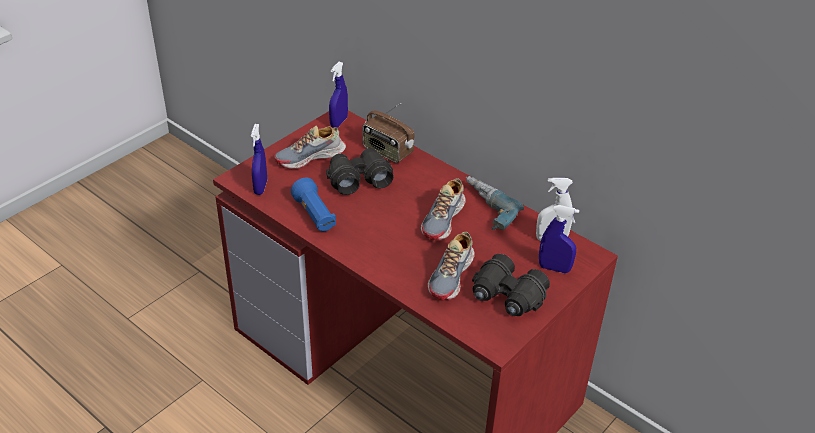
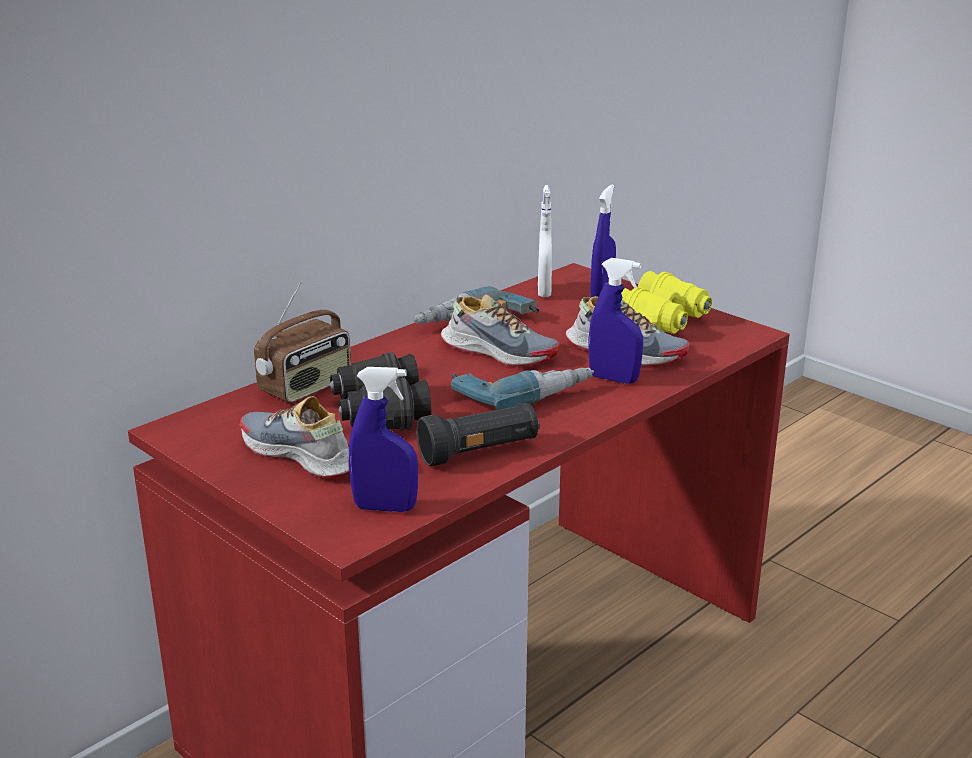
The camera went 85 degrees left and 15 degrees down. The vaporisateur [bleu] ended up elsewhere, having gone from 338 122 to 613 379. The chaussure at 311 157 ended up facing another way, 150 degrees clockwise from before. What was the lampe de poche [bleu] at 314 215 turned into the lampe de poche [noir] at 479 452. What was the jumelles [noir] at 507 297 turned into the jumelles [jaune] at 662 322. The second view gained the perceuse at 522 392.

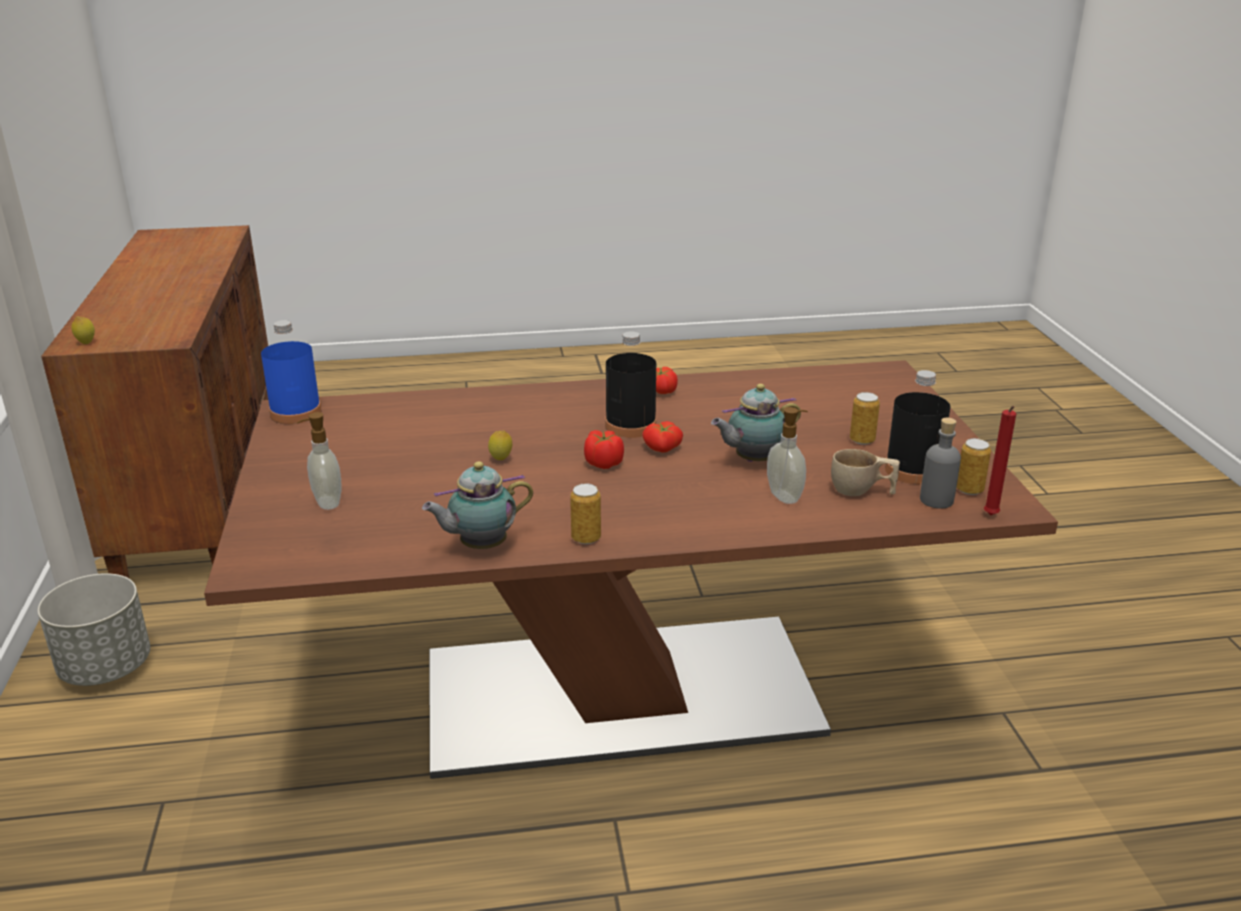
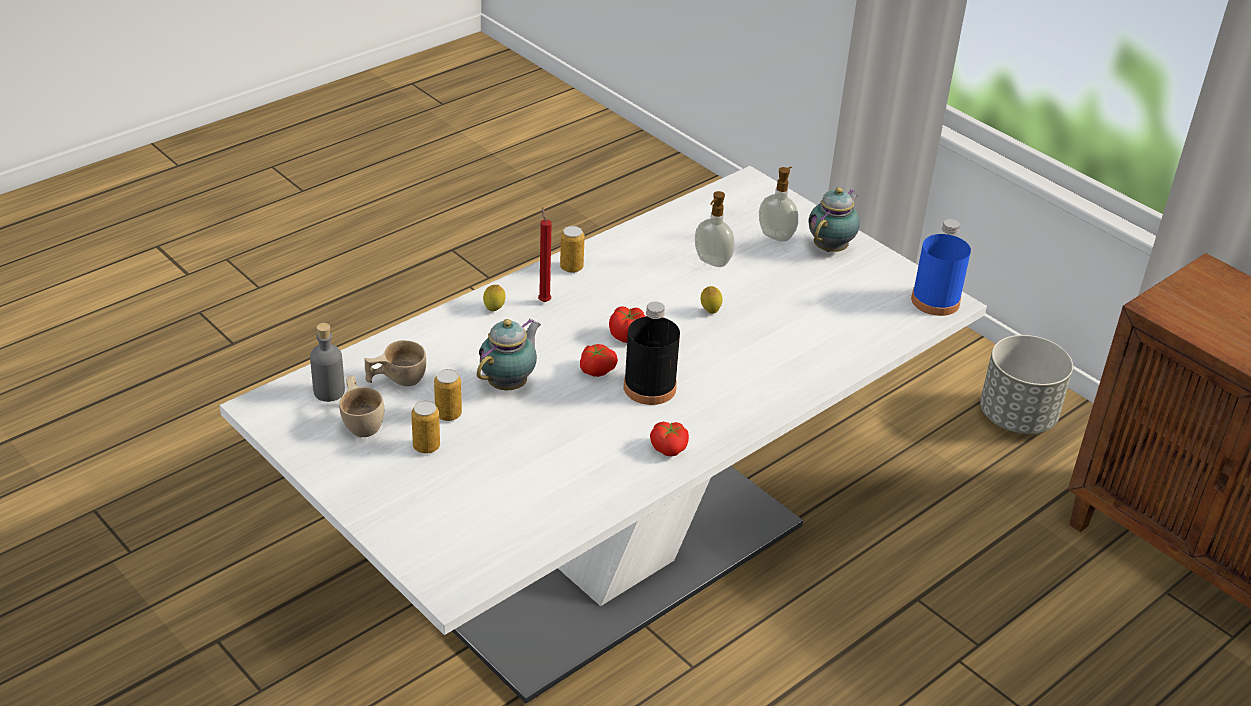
The camera went 145 degrees right and 10 degrees up. The citron ended up elsewhere, having gone from 86 343 to 494 310. What was the table à manger [marron] at 620 696 turned into the table à manger [blanc] at 613 560. Where the bouteille [noir] stood at 912 470, the tasse [beige] came to stand at 362 421. The bougie [rouge] ended up elsewhere, having gone from 990 516 to 544 300. The distributeur de savon ended up elsewhere, having gone from 785 496 to 711 262. The boîte métallique ended up elsewhere, having gone from 969 489 to 448 414. The théière ended up elsewhere, having gone from 480 546 to 831 247.

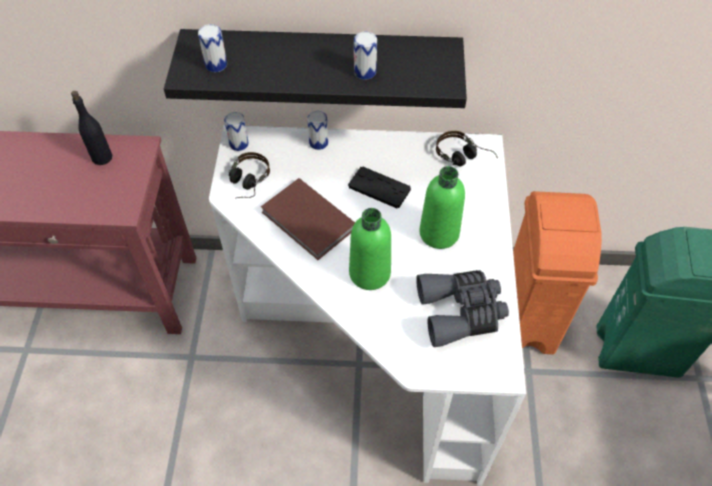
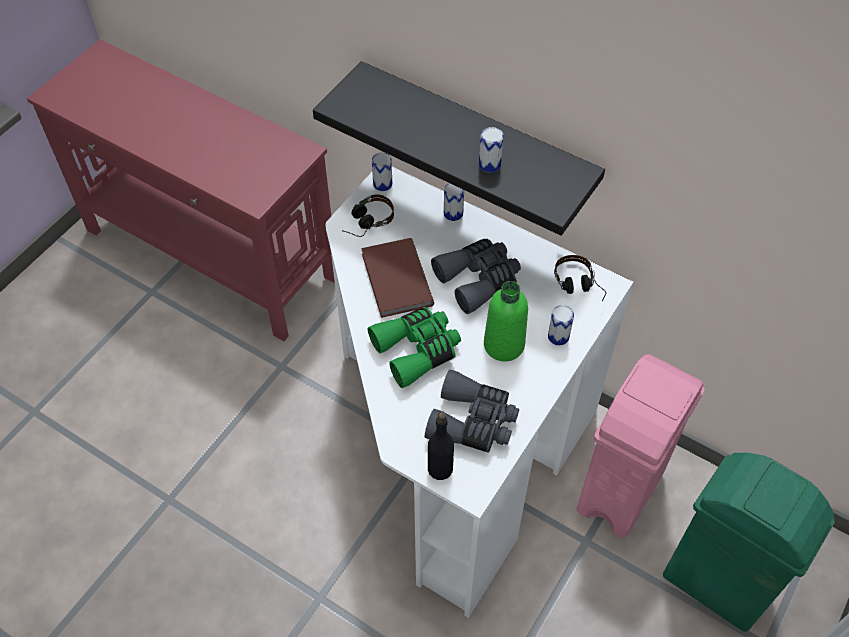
The camera went 30 degrees right and 0 degrees up. The boîte métallique ended up elsewhere, having gone from 216 64 to 558 336. The bouteille [noir] ended up elsewhere, having gone from 102 157 to 440 468. Where the manette [noir] stood at 379 188, the jumelles [gris] came to stand at 478 279. What was the poubelle [orange] at 527 318 turned into the poubelle [rose] at 621 491. Where the bouteille [vert] stood at 369 273, the jumelles [vert] came to stand at 417 350.

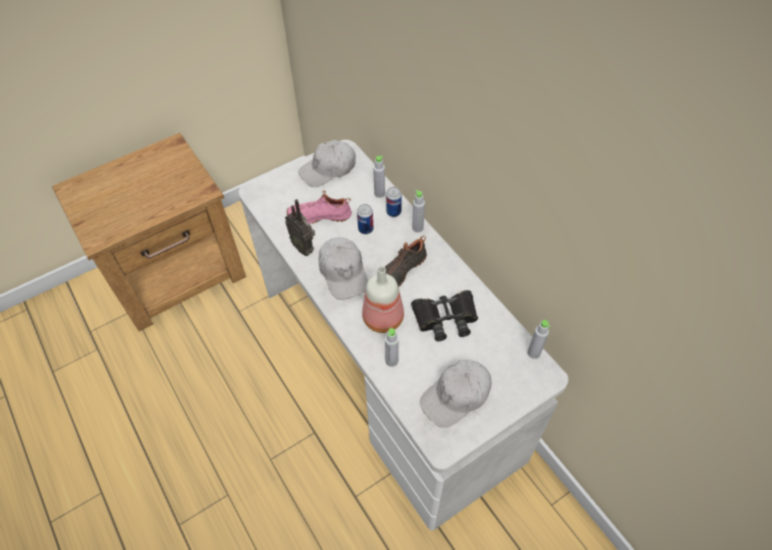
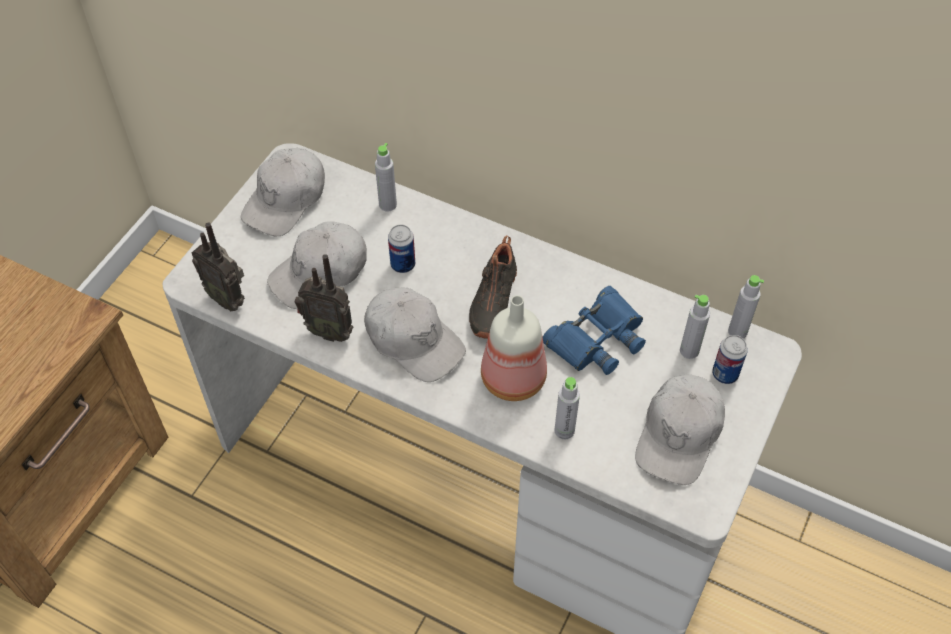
The camera went 30 degrees left and 0 degrees up. The boîte métallique ended up elsewhere, having gone from 393 212 to 725 374. Where the chaussure [rose] stood at 319 215, the casquette [blanc] came to stand at 320 273. The bouteille [gris] ended up elsewhere, having gone from 417 228 to 689 351. What was the jumelles [noir] at 445 318 turned into the jumelles [bleu] at 597 338. The second view gained the radio at 228 298.

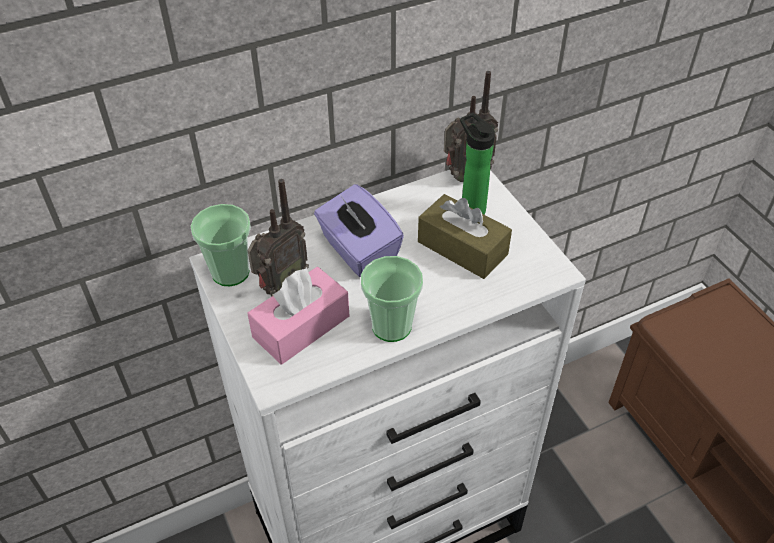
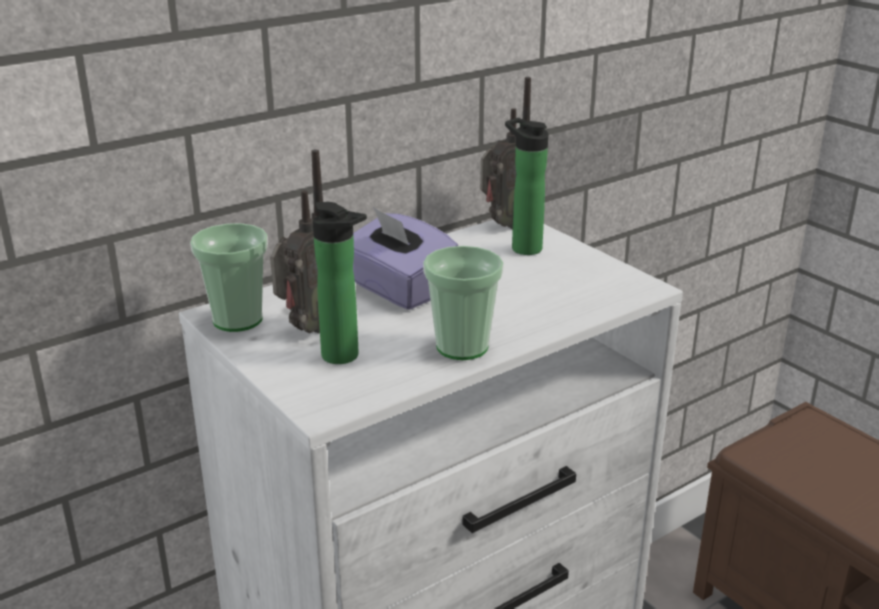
The camera went 10 degrees left and 20 degrees down. The second view lost the boîte à mouchoirs [marron] at 462 248. Where the boîte à mouchoirs [rose] stood at 301 326, the bouteille came to stand at 344 357.

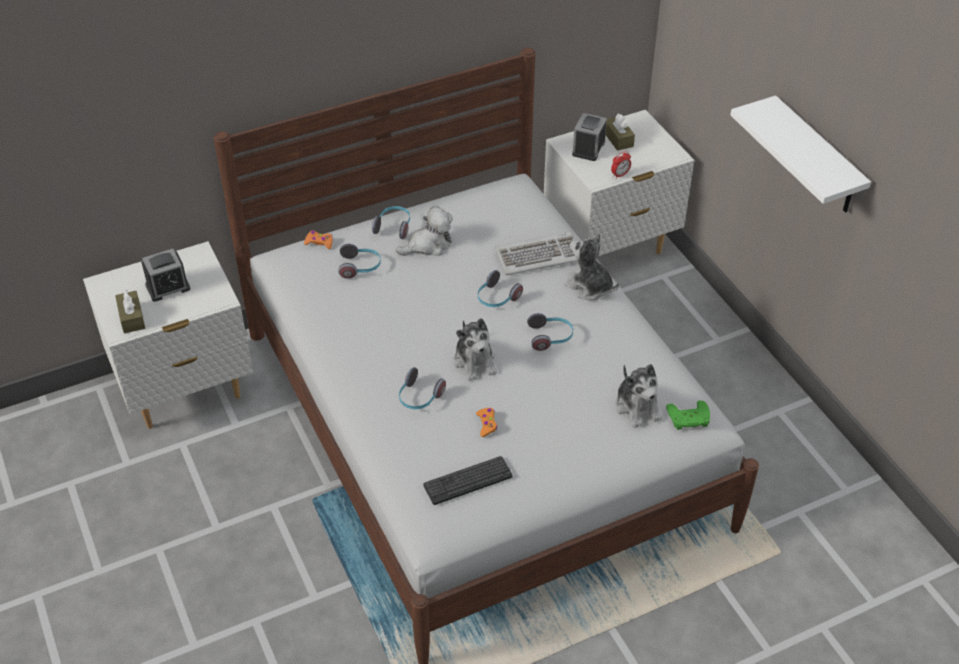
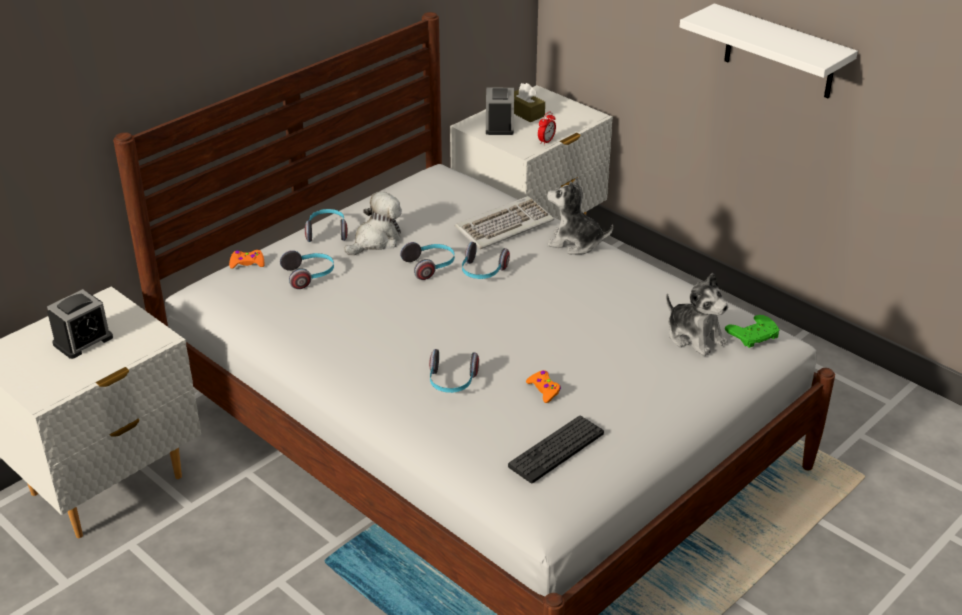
The camera went 20 degrees left and 10 degrees down. The second view lost the boîte à mouchoirs [marron] at 131 318. The casque audio ended up elsewhere, having gone from 550 337 to 430 266. The second view lost the peluche at 475 361.

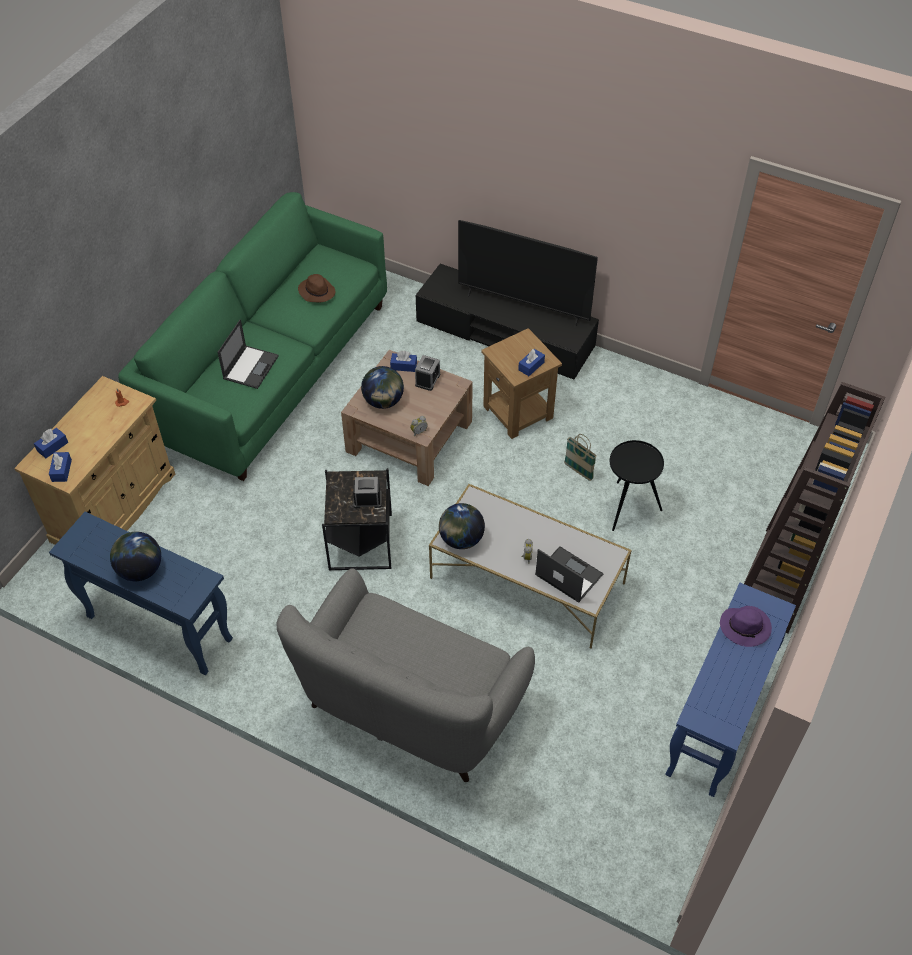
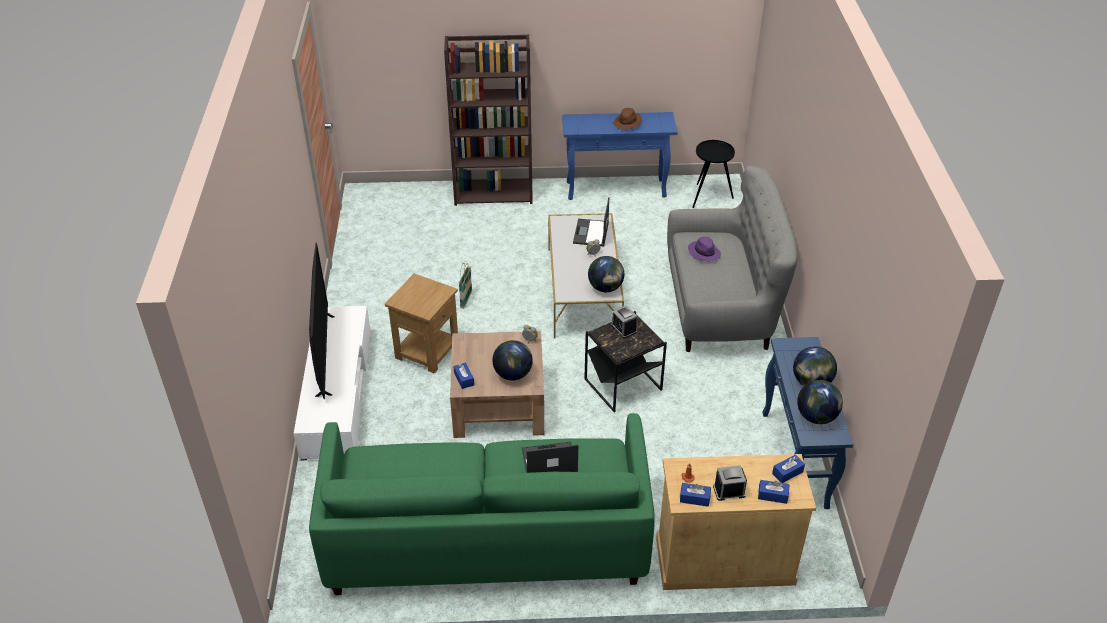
The camera went 120 degrees left and 10 degrees down. What was the meuble télé [noir] at 505 335 turned into the meuble télé [blanc] at 337 393. The chapeau [marron] ended up elsewhere, having gone from 316 292 to 627 123. The boîte à mouchoirs [bleu] ended up elsewhere, having gone from 531 366 to 694 498. The réveil ended up elsewhere, having gone from 427 380 to 729 491. The table d'appoint [noir] ended up elsewhere, having gone from 627 508 to 709 197. The chapeau [violet] ended up elsewhere, having gone from 745 627 to 703 252. The second view gained the globe at 816 416.

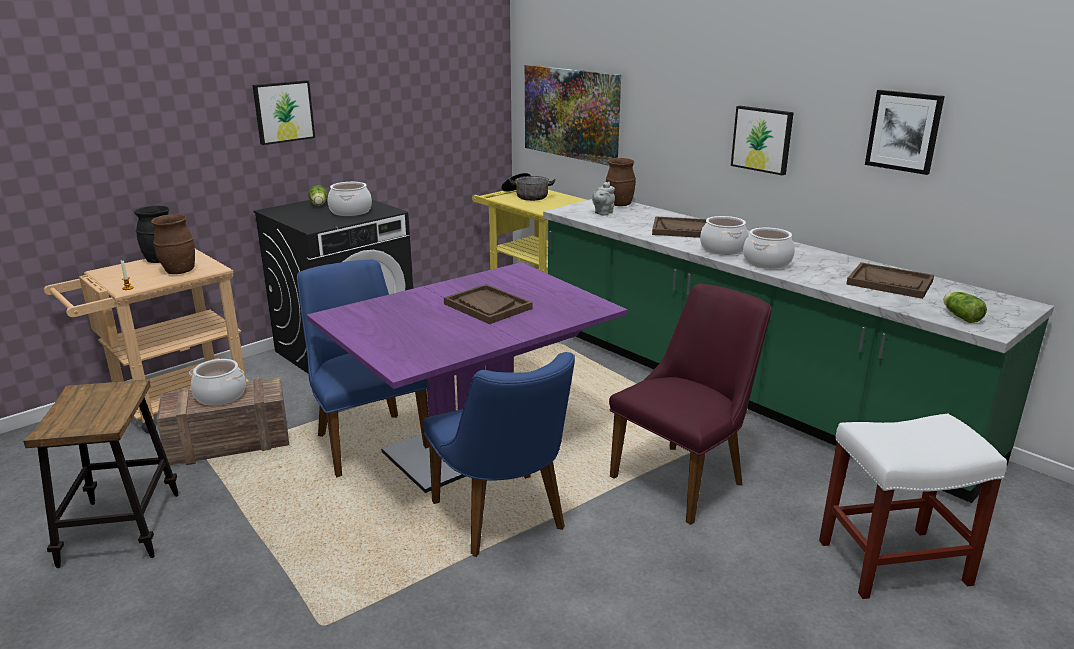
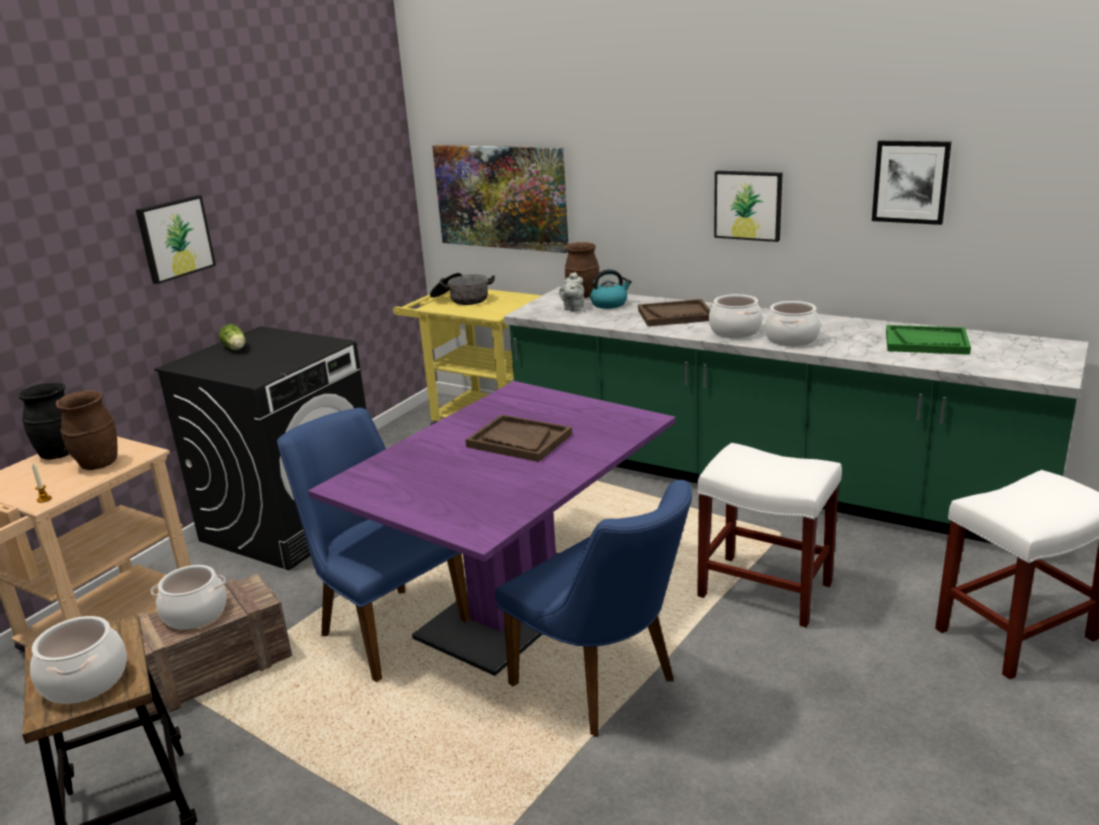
The camera went 15 degrees left and 0 degrees up. The marmite ended up elsewhere, having gone from 350 211 to 84 680. What was the plateau [marron] at 890 283 turned into the plateau [vert] at 926 342. Where the chaise [violet] stood at 686 477, the tabouret [blanc] came to stand at 767 590. The second view lost the laitue at 960 316. The second view gained the bouilloire at 609 304.

